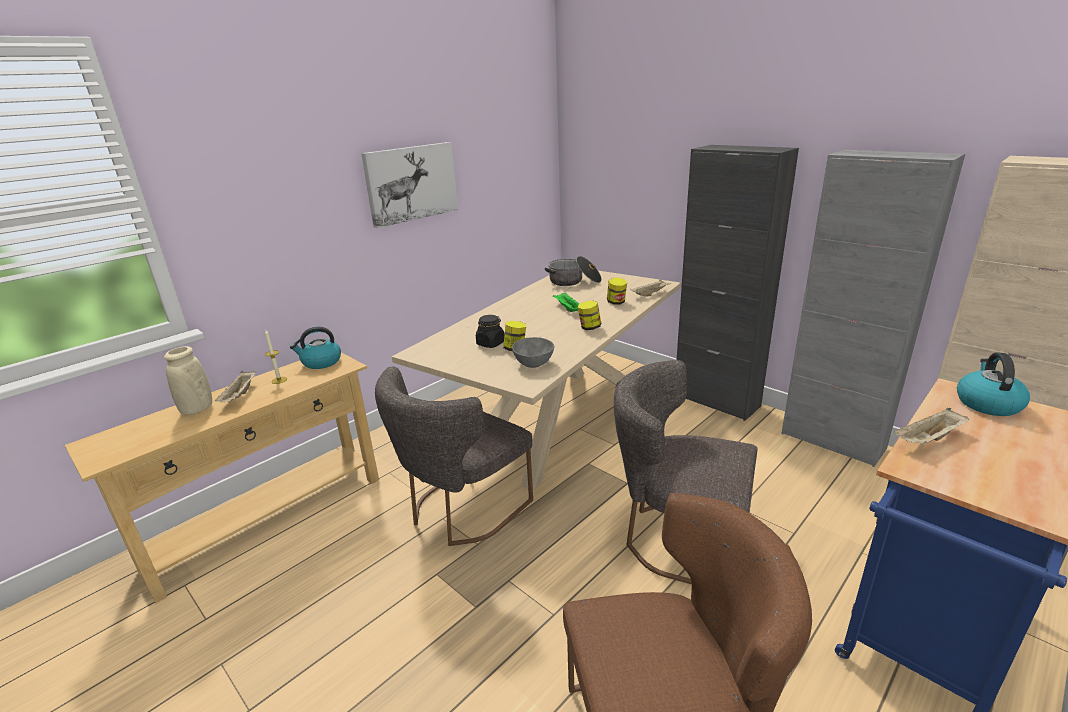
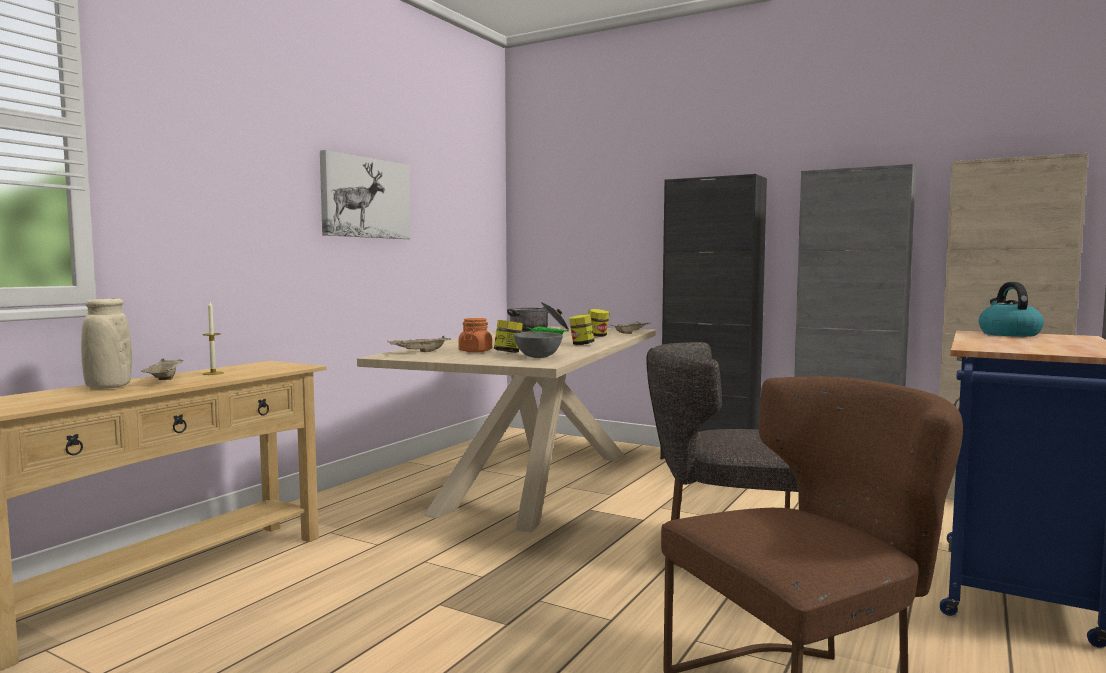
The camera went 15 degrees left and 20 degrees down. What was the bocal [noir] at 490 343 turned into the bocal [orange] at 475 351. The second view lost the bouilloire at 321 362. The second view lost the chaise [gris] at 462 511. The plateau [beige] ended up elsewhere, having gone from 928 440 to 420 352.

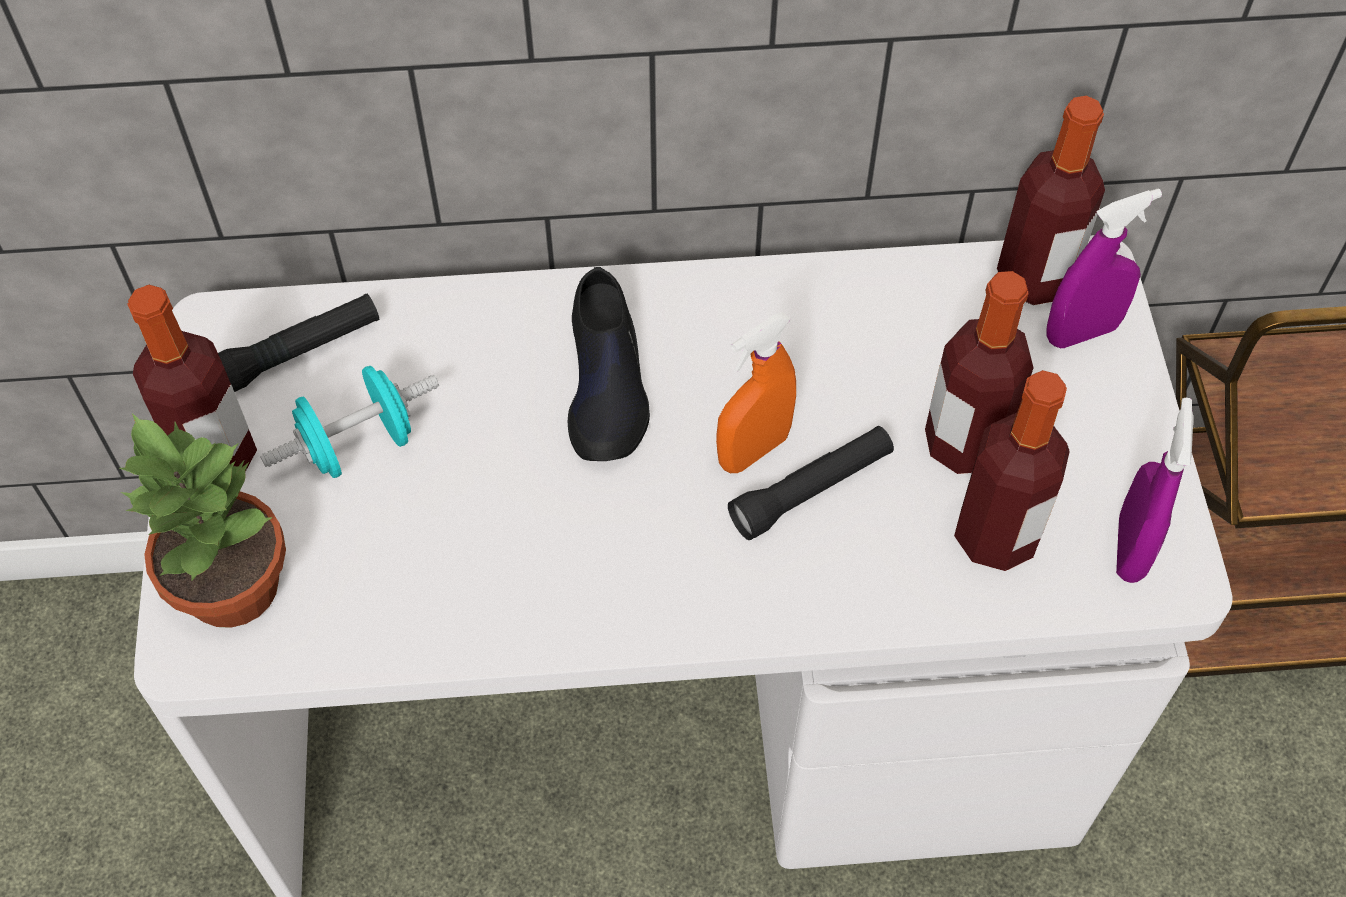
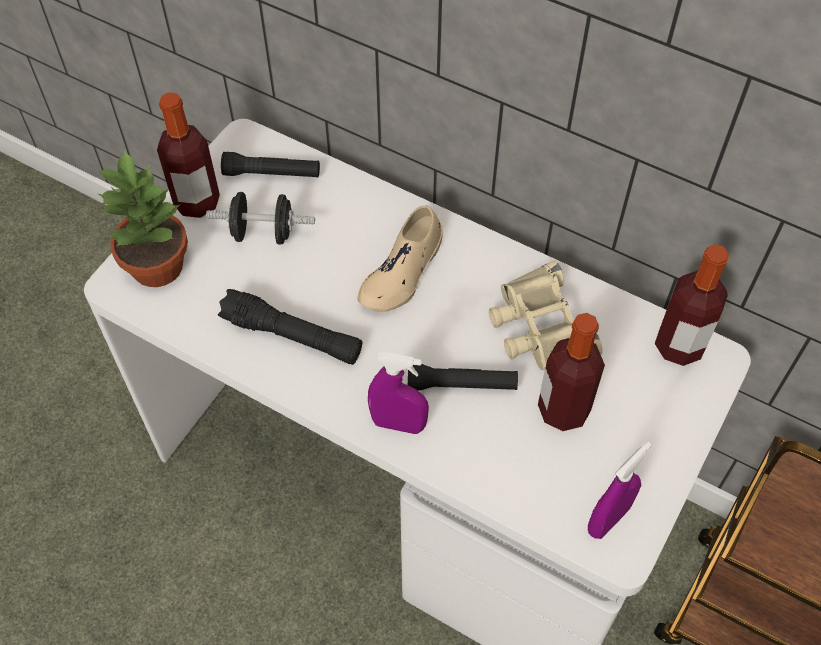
The camera went 35 degrees right and 0 degrees up. The vaporisateur [violet] ended up elsewhere, having gone from 1081 332 to 398 424. What was the chaussure [noir] at 606 385 turned into the chaussure [beige] at 402 272. The second view lost the vaporisateur [orange] at 753 450. What was the haltère [turquoise] at 358 445 turned into the haltère [noir] at 263 233. The second view lost the bouteille at 995 536. The second view gained the jumelles [beige] at 539 326. The second view gained the lampe de poche [noir] at 292 336.

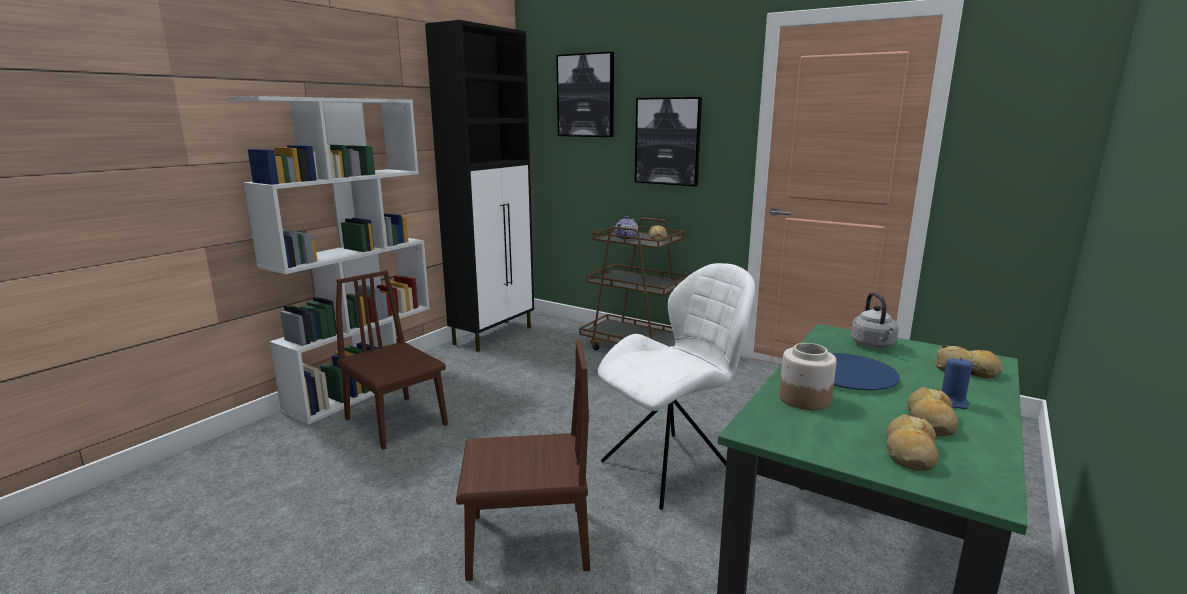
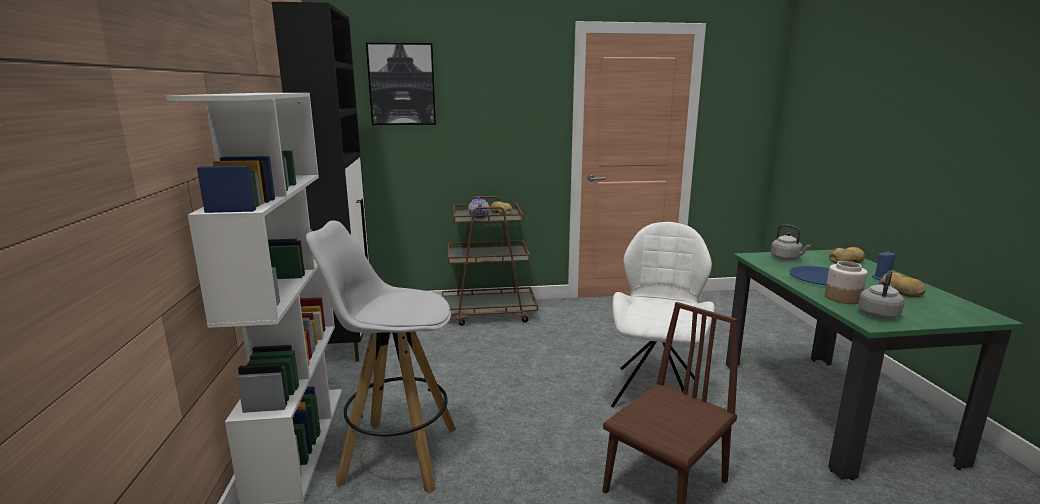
The camera went 40 degrees left and 0 degrees up. The second view lost the tableau at 668 141. Where the chaise [marron] stood at 396 422, the tabouret [blanc] came to stand at 397 455. The second view lost the pain at 909 453. The second view gained the bouilloire [gris] at 879 314.

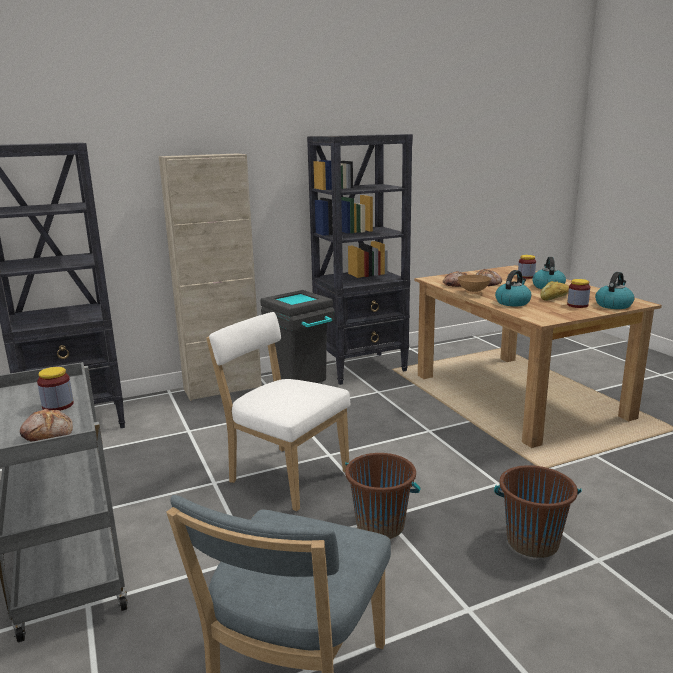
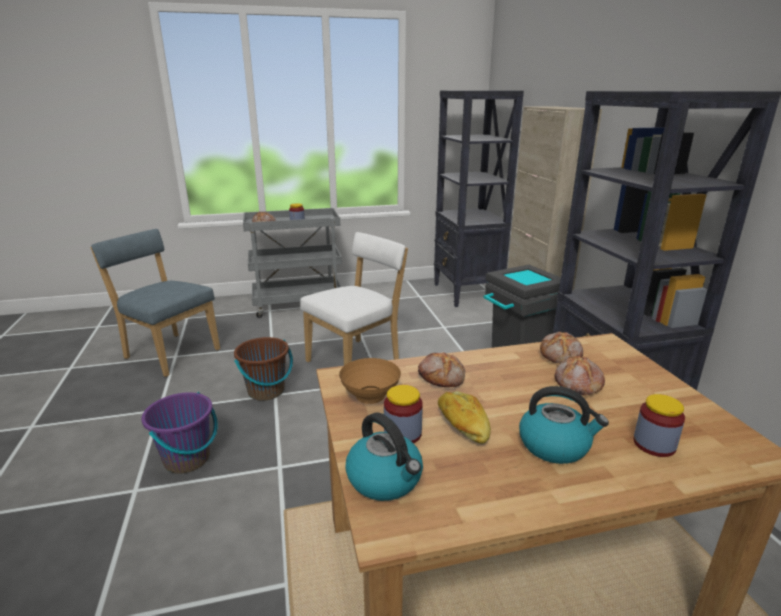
The camera went 100 degrees right and 5 degrees up. Where the bouilloire stood at 512 302, the pain came to stand at 441 377. The bol [marron] ended up elsewhere, having gone from 473 293 to 371 398. What was the seau [marron] at 532 542 turned into the seau [violet] at 187 459.

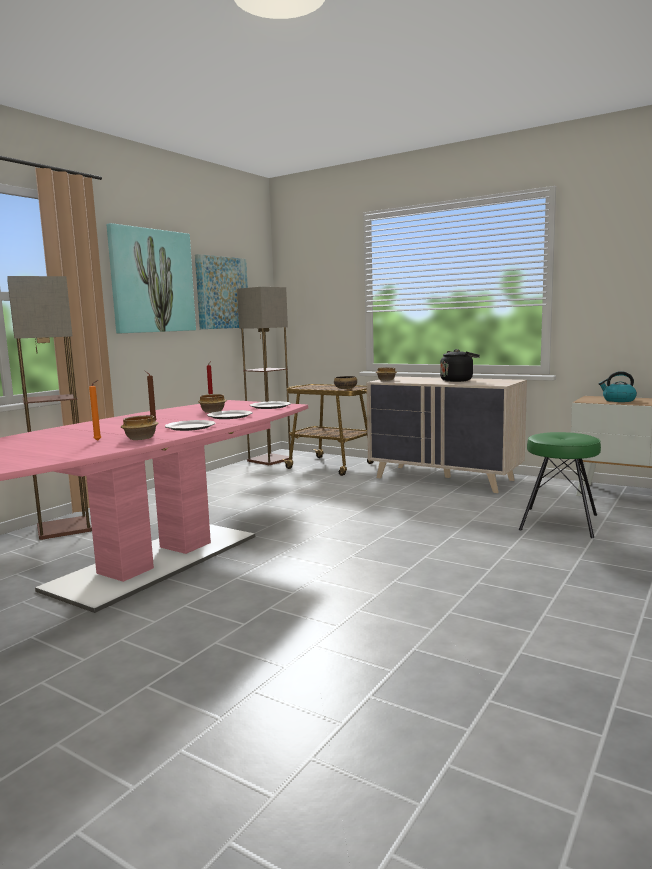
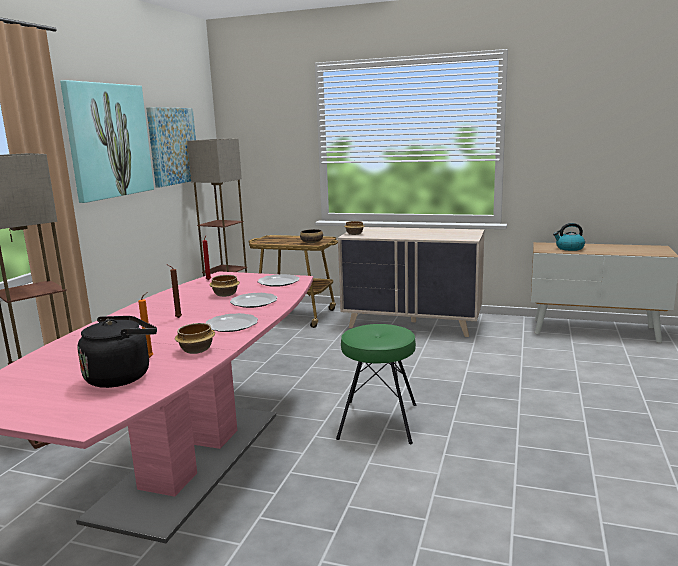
The camera went 15 degrees left and 5 degrees up. The bouilloire [noir] ended up elsewhere, having gone from 458 380 to 122 376. The tabouret [vert] ended up elsewhere, having gone from 560 522 to 379 421.

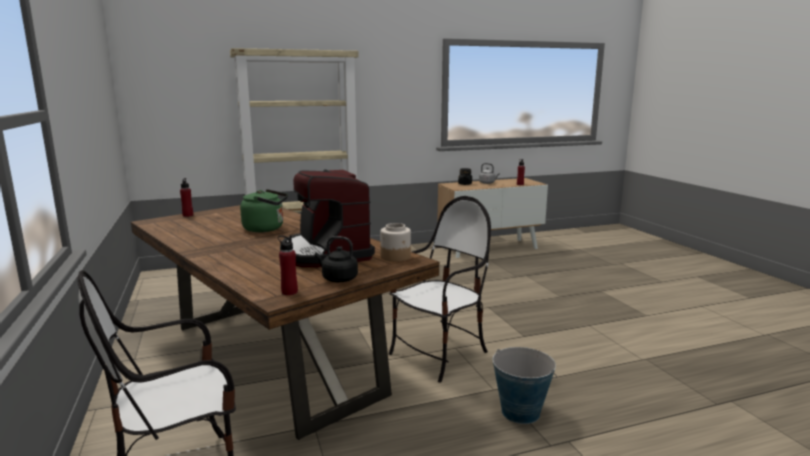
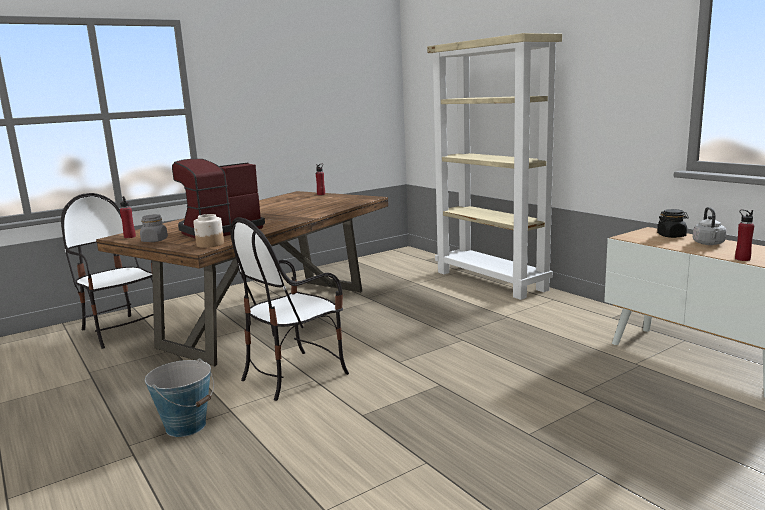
The camera went 75 degrees right and 0 degrees up. The second view lost the bouilloire [vert] at 266 229. The chaise at 439 355 ended up facing another way, 105 degrees clockwise from before. Where the bouilloire [noir] stood at 338 279, the bocal [gris] came to stand at 154 240.

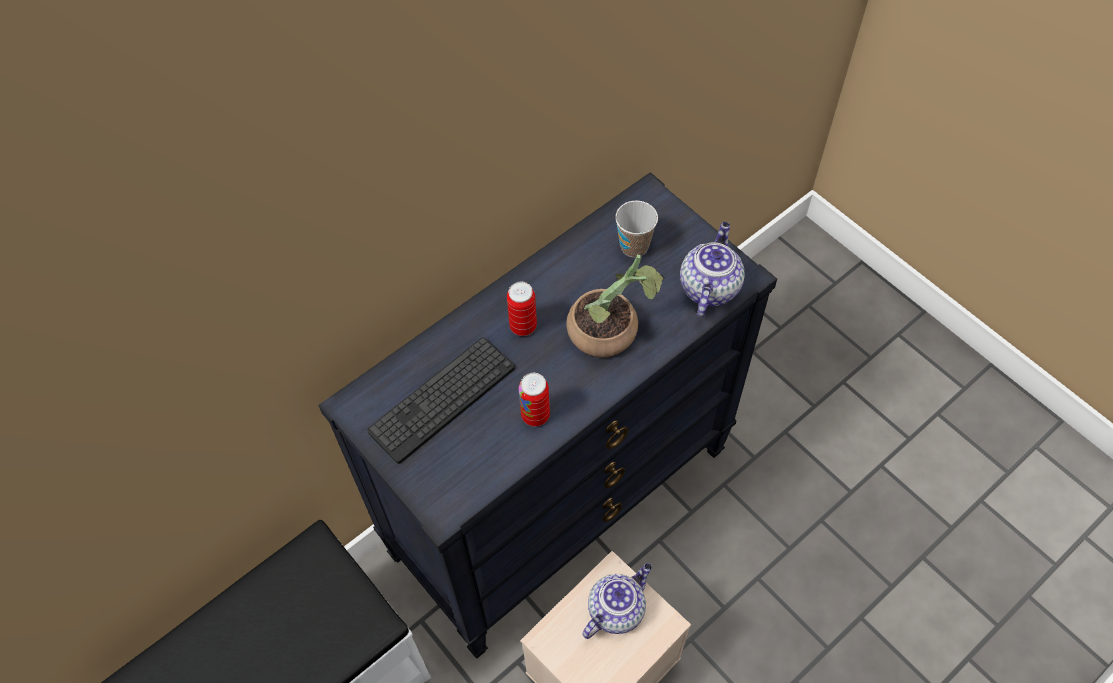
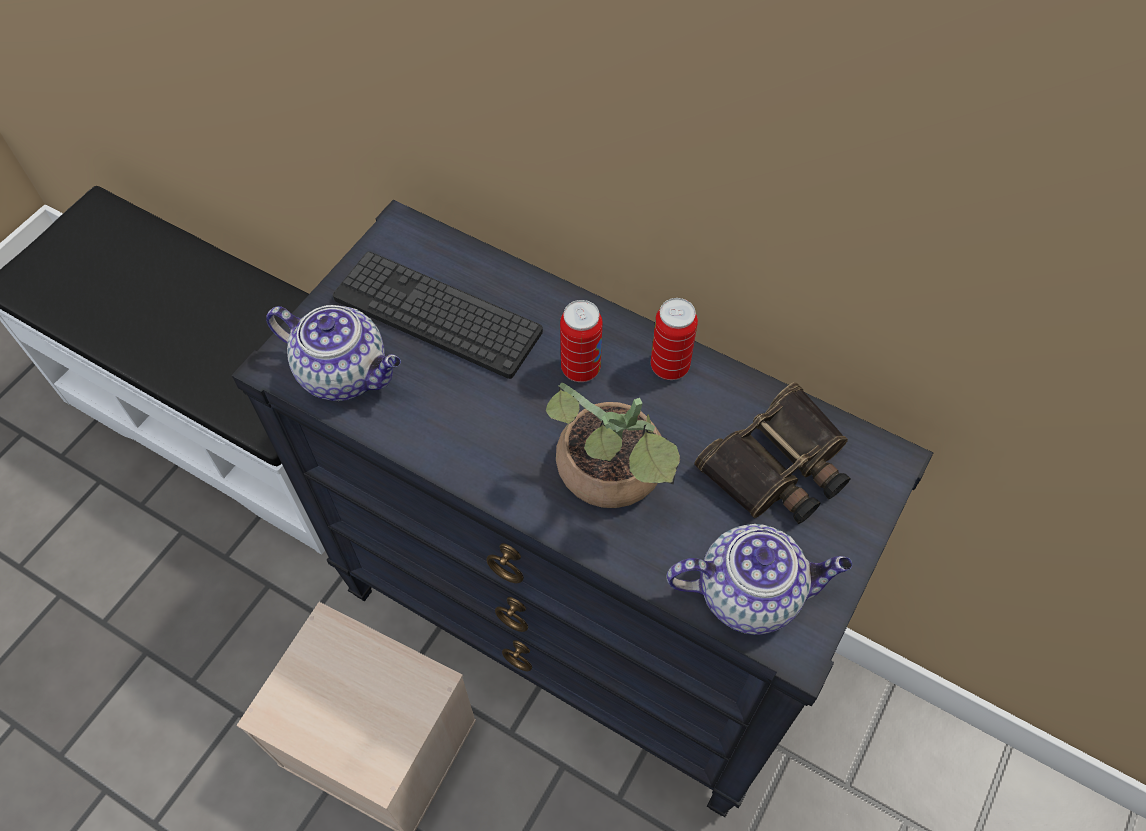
The camera went 70 degrees right and 0 degrees up. Where the tasse stood at 634 246, the jumelles came to stand at 778 467. The boîte métallique ended up elsewhere, having gone from 535 415 to 669 366. The théière ended up elsewhere, having gone from 616 609 to 346 373.

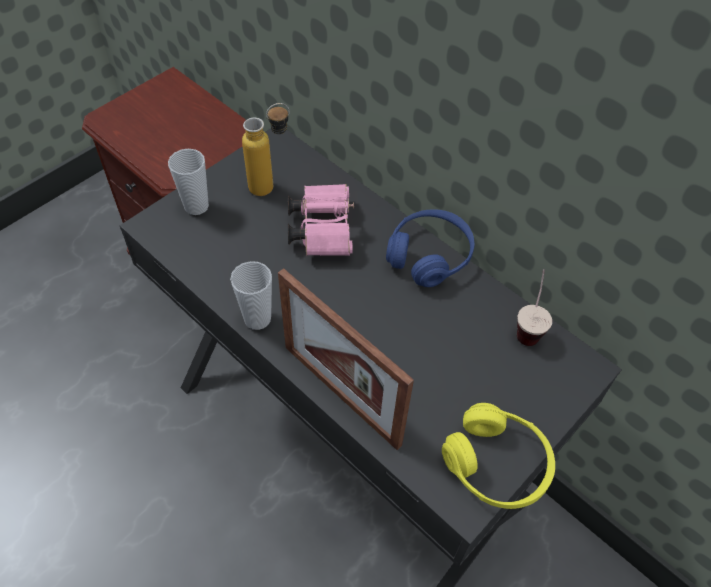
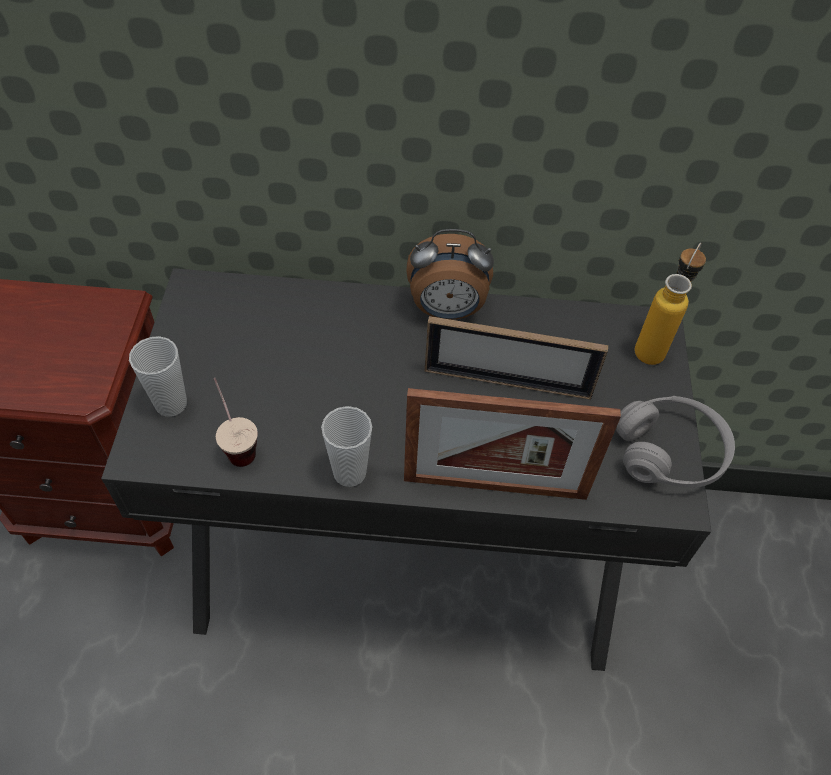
The camera went 40 degrees left and 0 degrees up. The bouteille ended up elsewhere, having gone from 271 186 to 654 345. The second view lost the jumelles [rose] at 322 228. Where the casque audio [bleu] stood at 429 256, the réveil came to stand at 447 310. The tasse ended up elsewhere, having gone from 528 325 to 236 443. What was the casque audio [jaune] at 496 464 turned into the casque audio [gris] at 669 452. The second view gained the cadre photo at 507 382.

